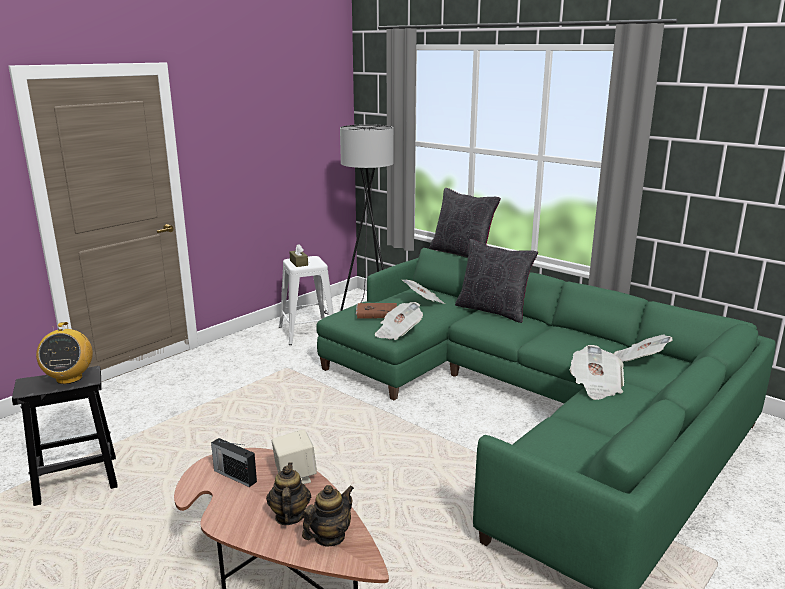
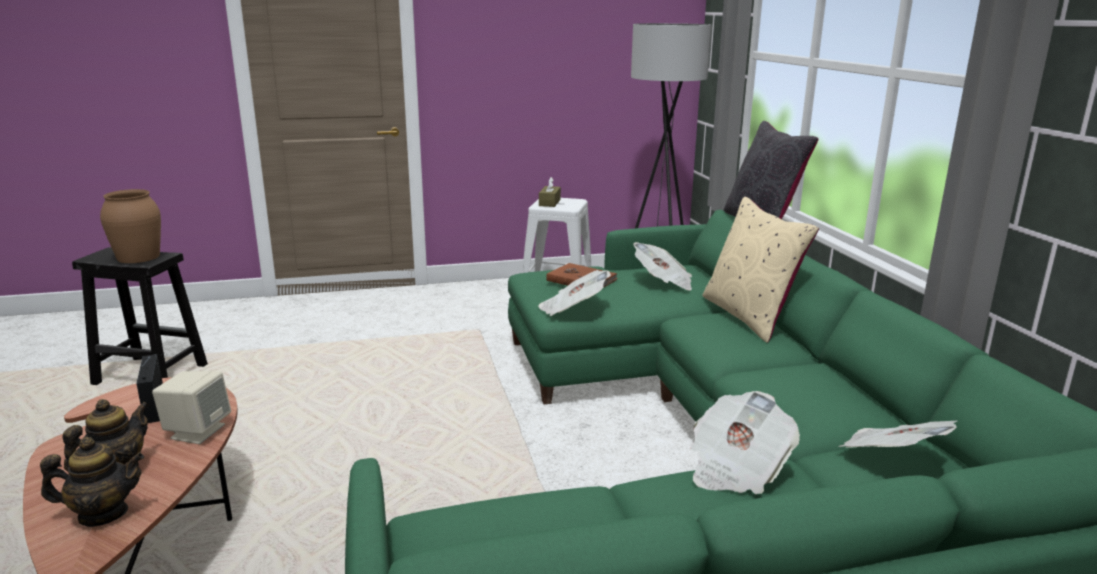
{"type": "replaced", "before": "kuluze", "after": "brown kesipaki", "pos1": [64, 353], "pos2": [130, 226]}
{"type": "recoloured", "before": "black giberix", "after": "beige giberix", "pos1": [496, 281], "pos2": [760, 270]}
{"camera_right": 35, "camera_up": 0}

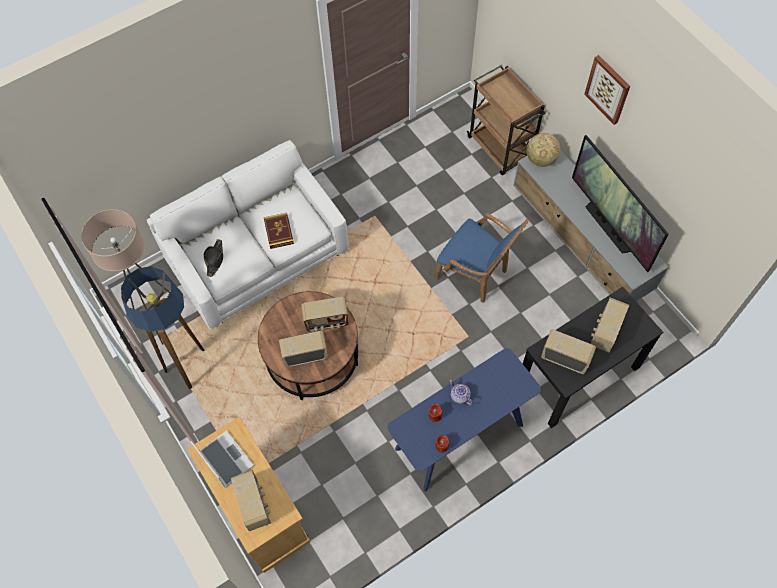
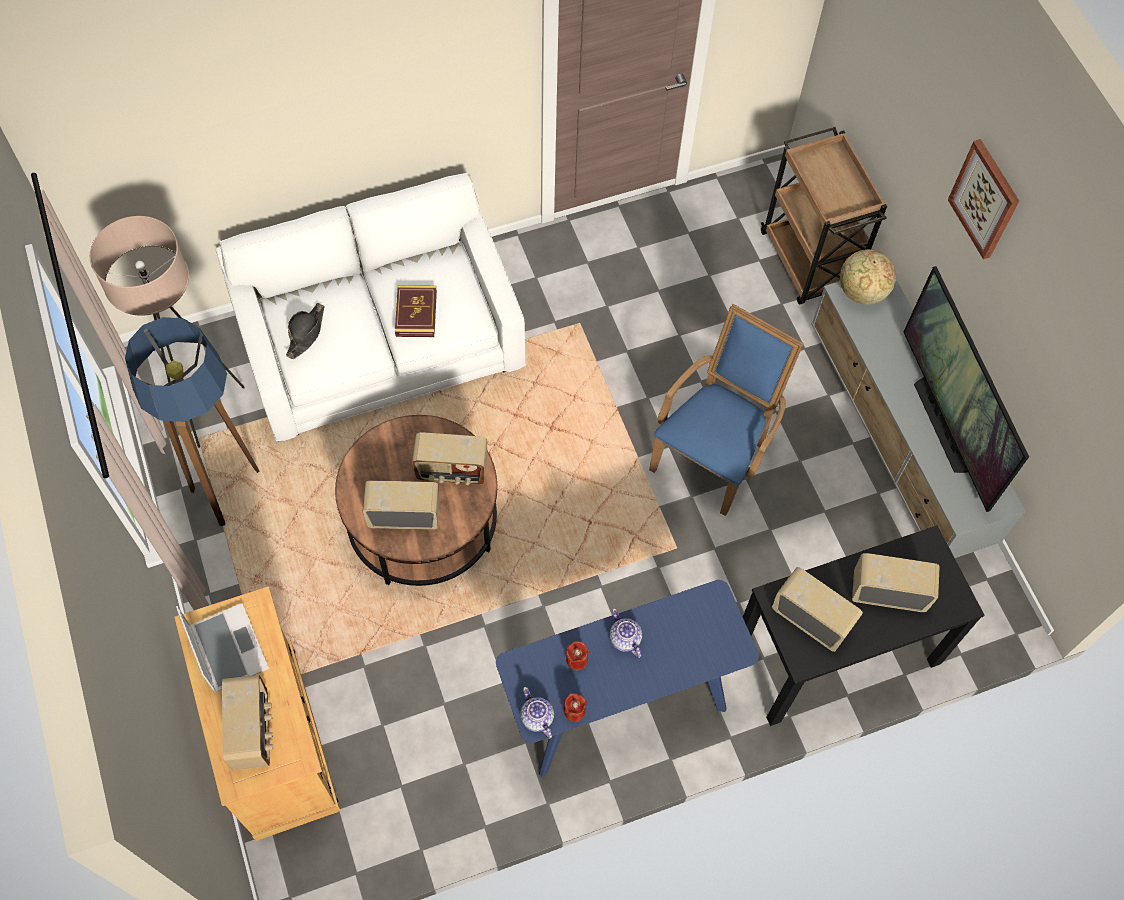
{"type": "added", "after": "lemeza", "pos2": [537, 713]}
{"type": "turned", "before": "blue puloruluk", "pos1": [482, 258], "pos2": [726, 410], "turn": -105}
{"type": "turned", "before": "kuluze", "pos1": [609, 325], "pos2": [896, 582], "turn": 60}
{"camera_right": 10, "camera_up": 0}

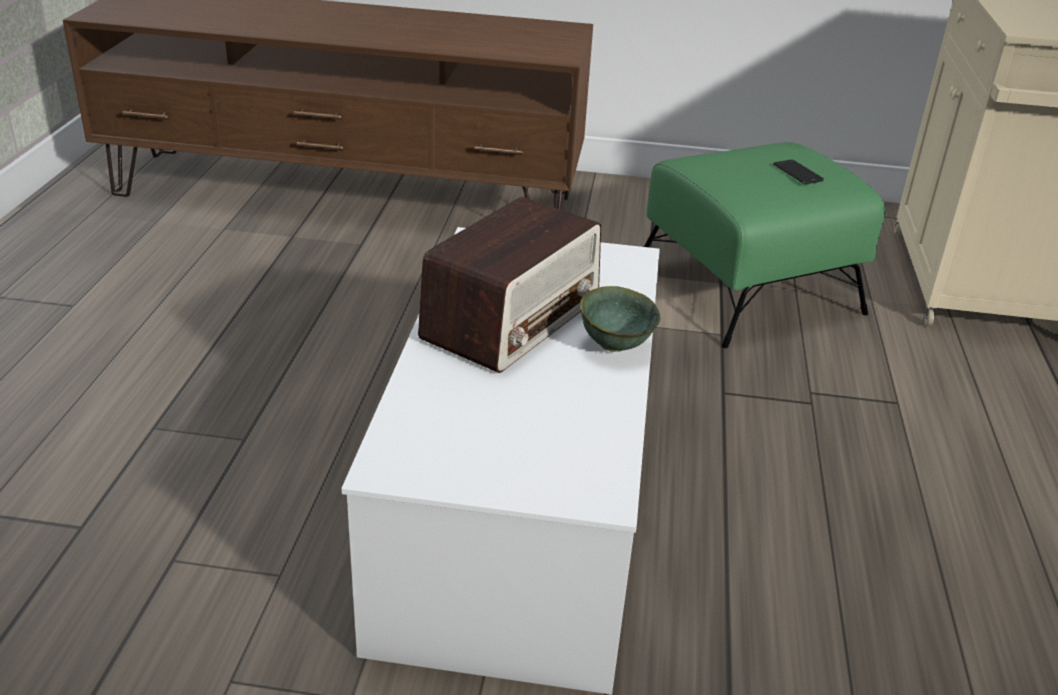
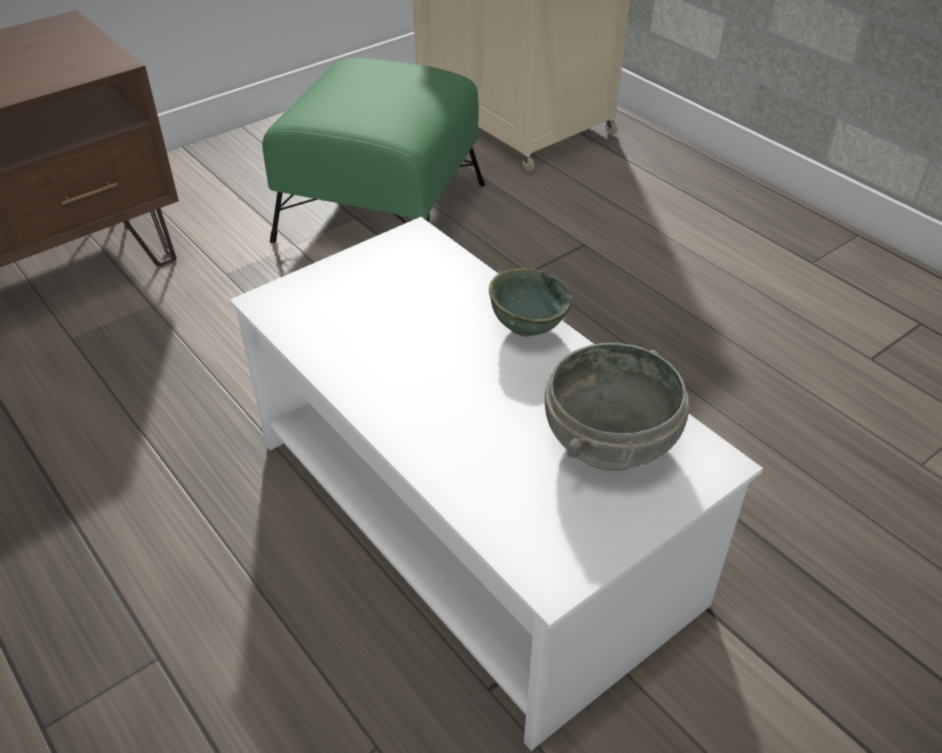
{"type": "added", "after": "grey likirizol", "pos2": [617, 407]}
{"type": "removed", "before": "kuluze", "pos1": [509, 285]}
{"type": "removed", "before": "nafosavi", "pos1": [798, 172]}
{"camera_right": -45, "camera_up": 10}

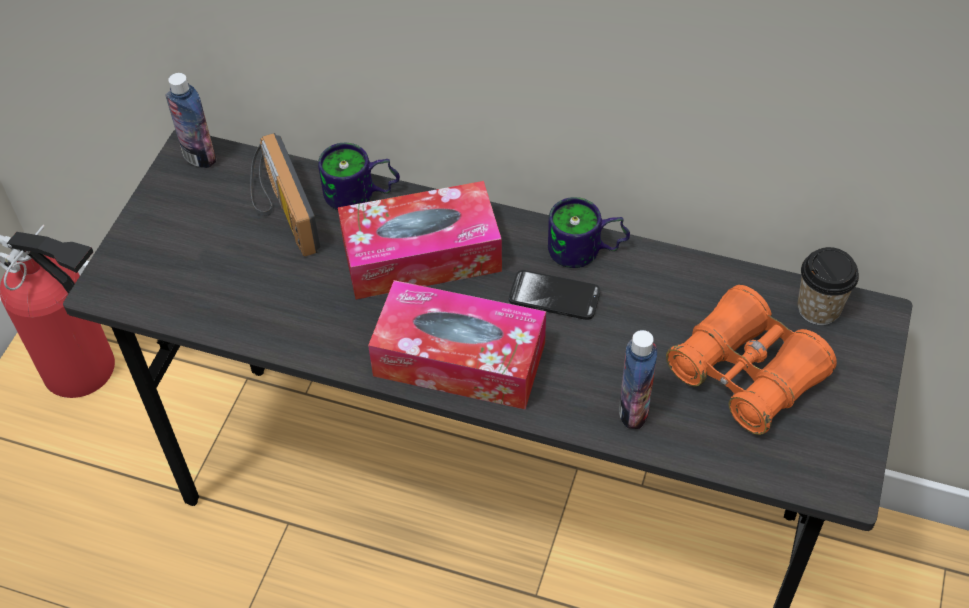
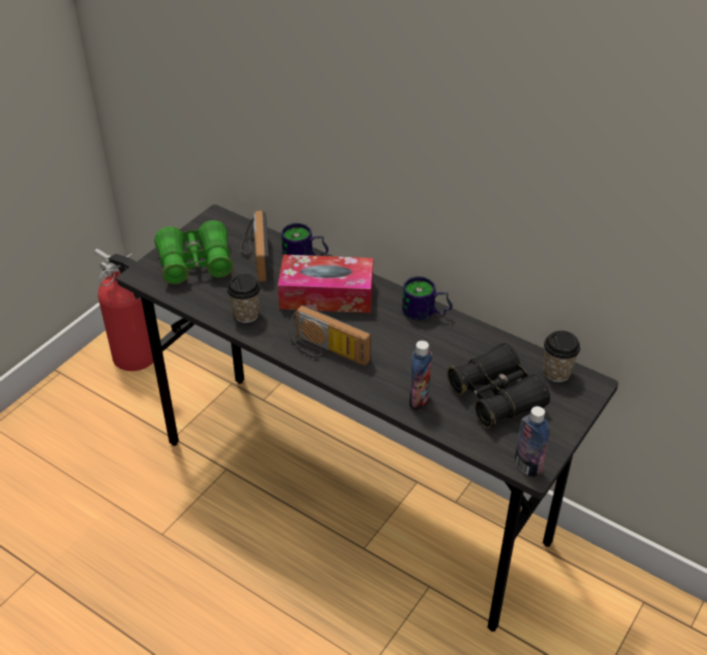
{"type": "added", "after": "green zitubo", "pos2": [194, 252]}
{"type": "added", "after": "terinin", "pos2": [244, 298]}
{"type": "replaced", "before": "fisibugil", "after": "kuluze", "pos1": [457, 345], "pos2": [330, 335]}
{"type": "recoloured", "before": "orange zitubo", "after": "black zitubo", "pos1": [751, 360], "pos2": [498, 385]}
{"type": "moved", "before": "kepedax", "pos1": [190, 120], "pos2": [532, 441]}
{"type": "removed", "before": "nafosavi", "pos1": [554, 295]}
{"camera_right": 15, "camera_up": -10}

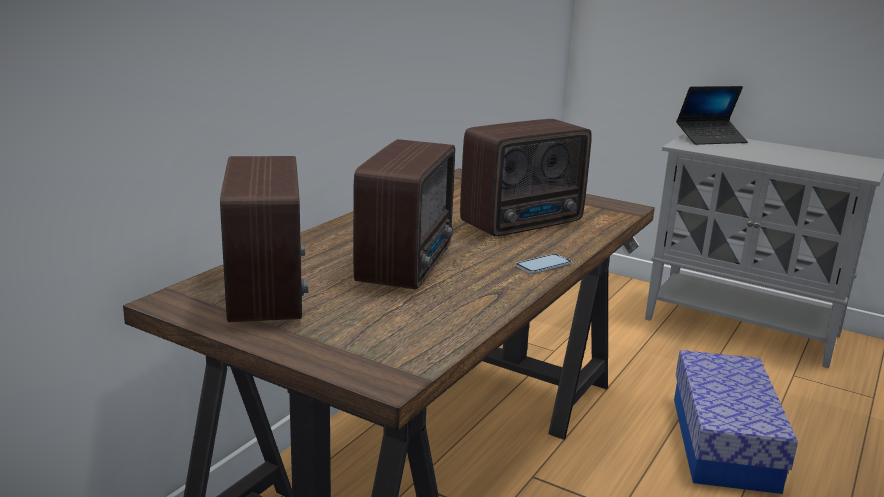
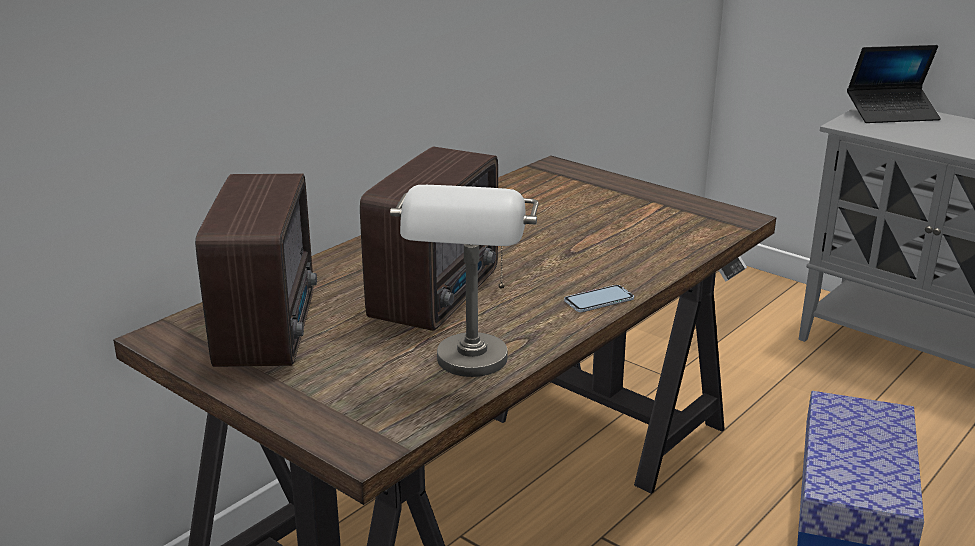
{"type": "added", "after": "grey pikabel", "pos2": [464, 281]}
{"type": "removed", "before": "kuluze", "pos1": [526, 177]}
{"camera_right": 10, "camera_up": 5}

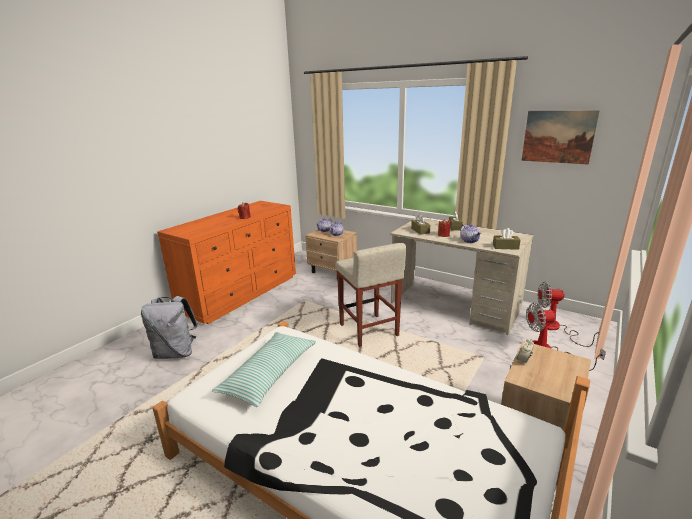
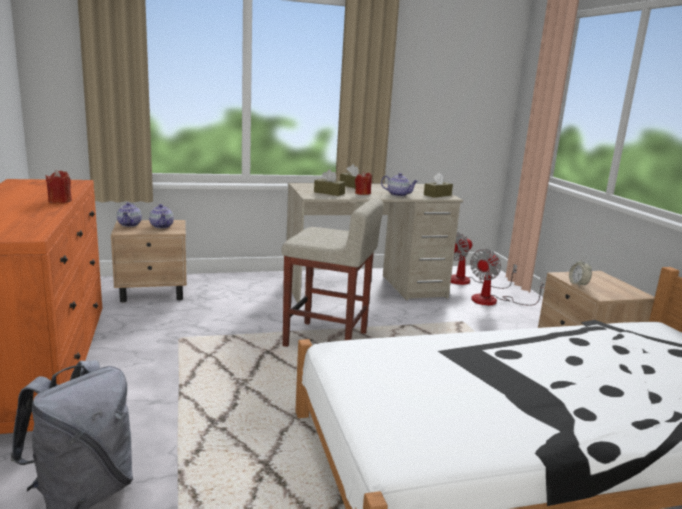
{"type": "removed", "before": "giberix", "pos1": [264, 369]}
{"type": "removed", "before": "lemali", "pos1": [560, 137]}
{"camera_right": -50, "camera_up": -5}

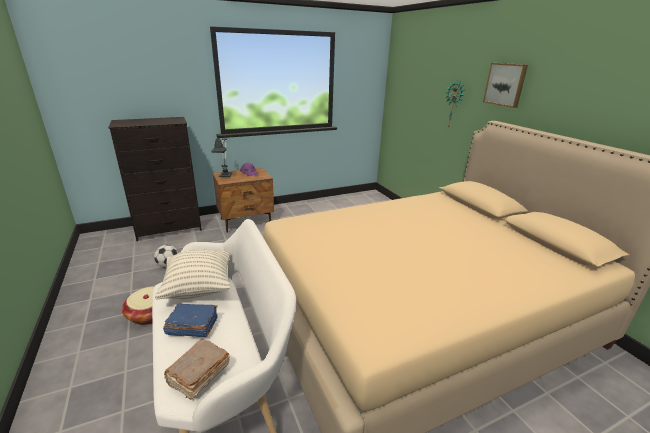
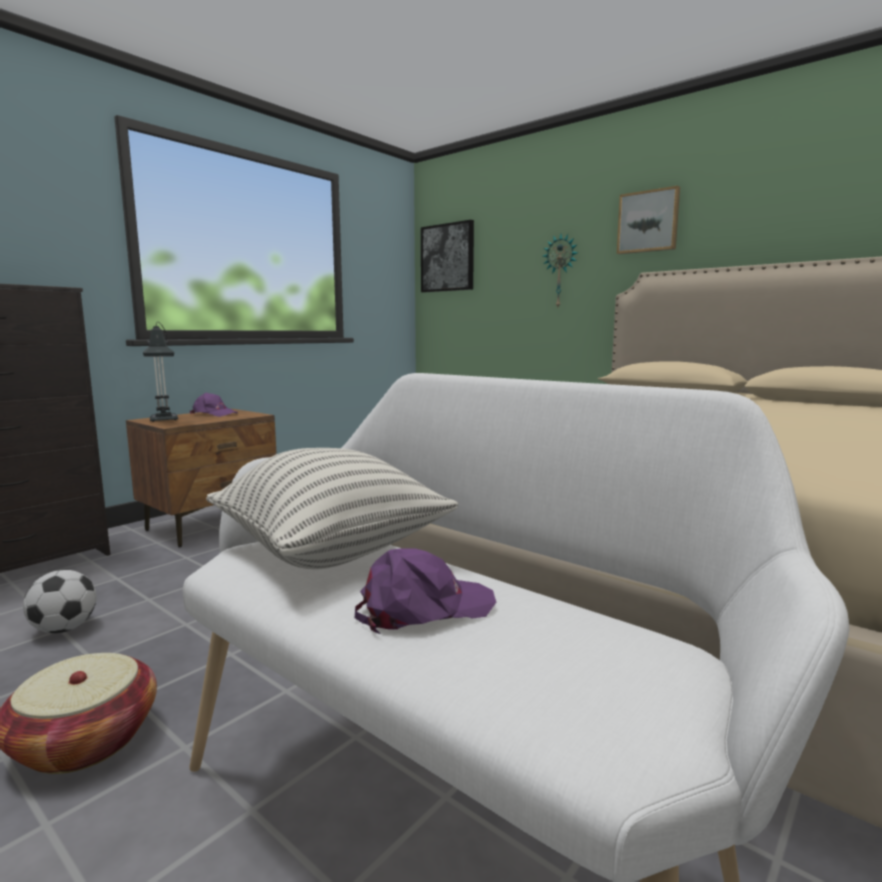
{"type": "replaced", "before": "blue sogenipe", "after": "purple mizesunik", "pos1": [190, 320], "pos2": [425, 591]}
{"type": "added", "after": "lemali", "pos2": [447, 256]}
{"type": "removed", "before": "brown sogenipe", "pos1": [197, 369]}
{"camera_right": -25, "camera_up": -15}

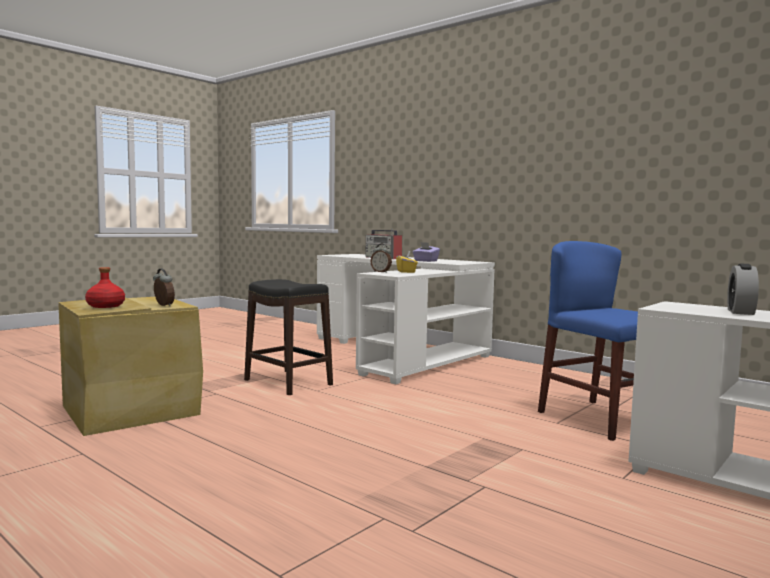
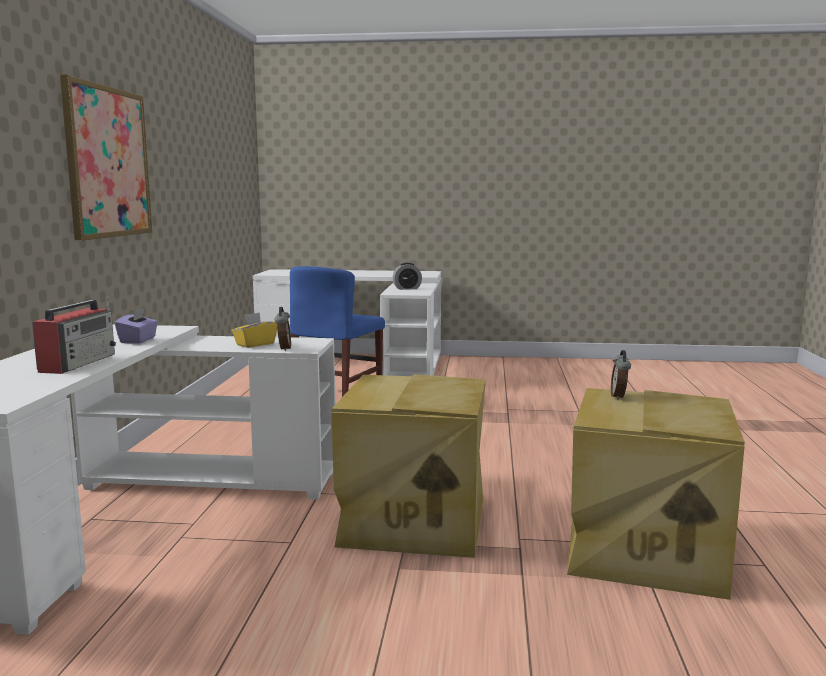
{"type": "added", "after": "lemali", "pos2": [106, 158]}
{"type": "replaced", "before": "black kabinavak", "after": "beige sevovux", "pos1": [288, 337], "pos2": [408, 466]}
{"type": "removed", "before": "red kepedax", "pos1": [105, 287]}
{"camera_right": -125, "camera_up": 5}

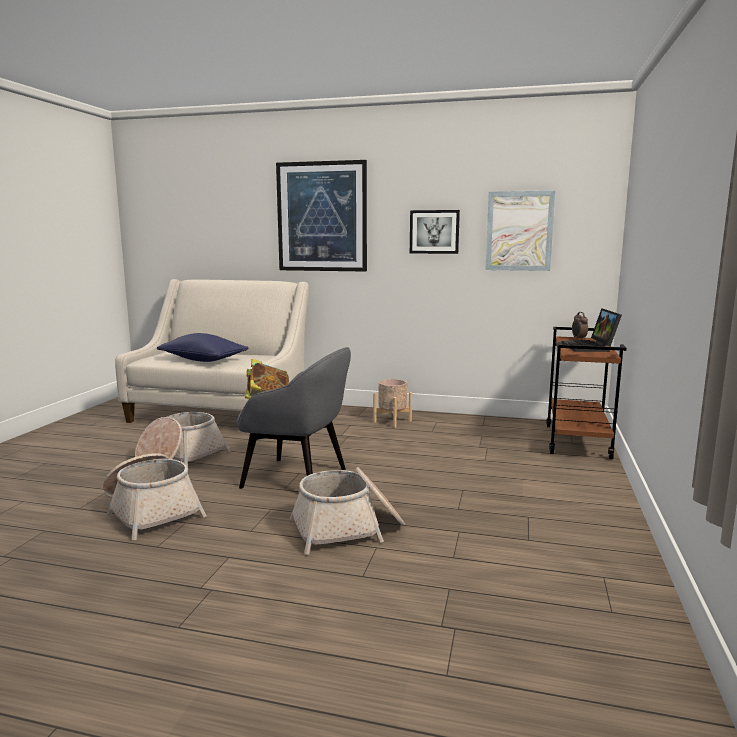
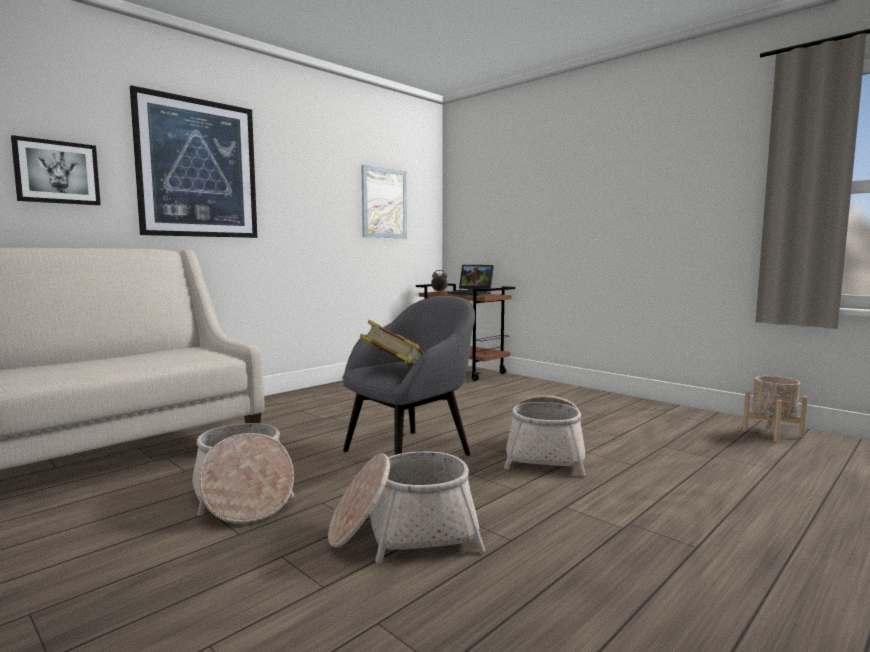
{"type": "moved", "before": "lemali", "pos1": [435, 232], "pos2": [56, 170]}
{"type": "moved", "before": "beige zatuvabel", "pos1": [392, 403], "pos2": [775, 409]}
{"type": "removed", "before": "blue giberix", "pos1": [202, 347]}
{"camera_right": -60, "camera_up": -5}

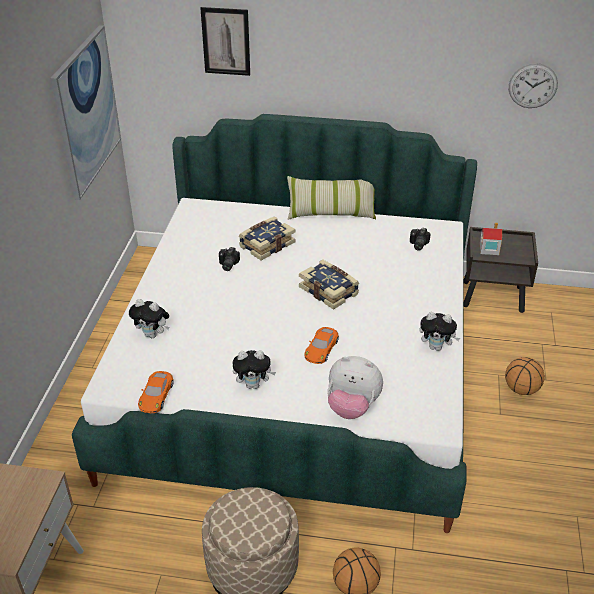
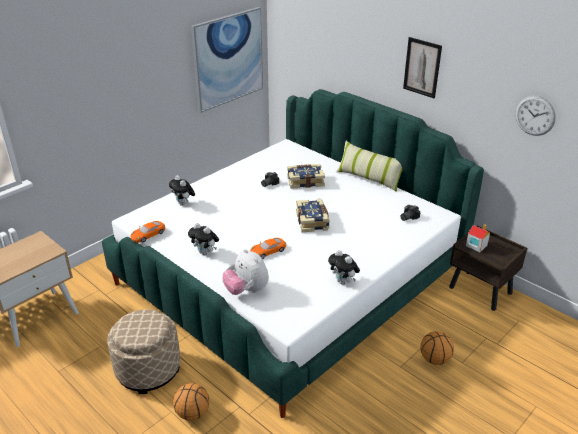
{"type": "moved", "before": "lemali", "pos1": [225, 41], "pos2": [422, 67]}
{"camera_right": 35, "camera_up": -5}

